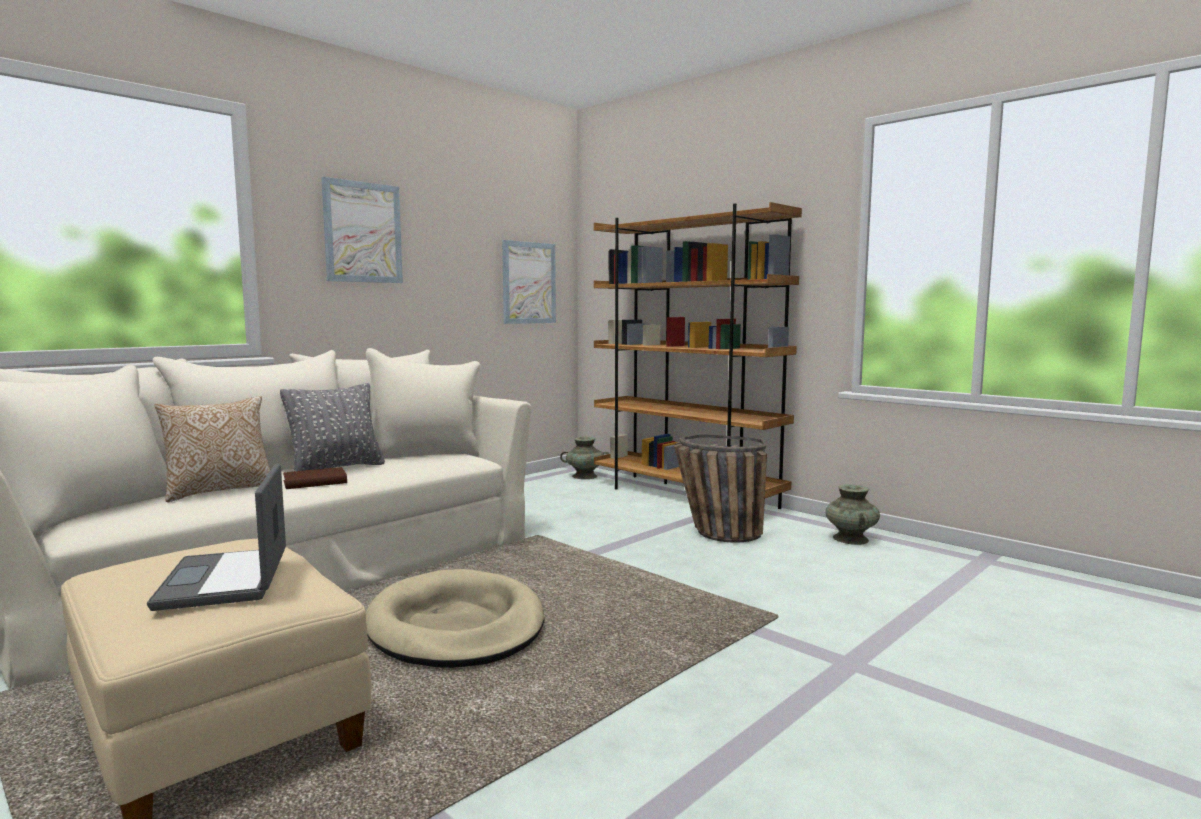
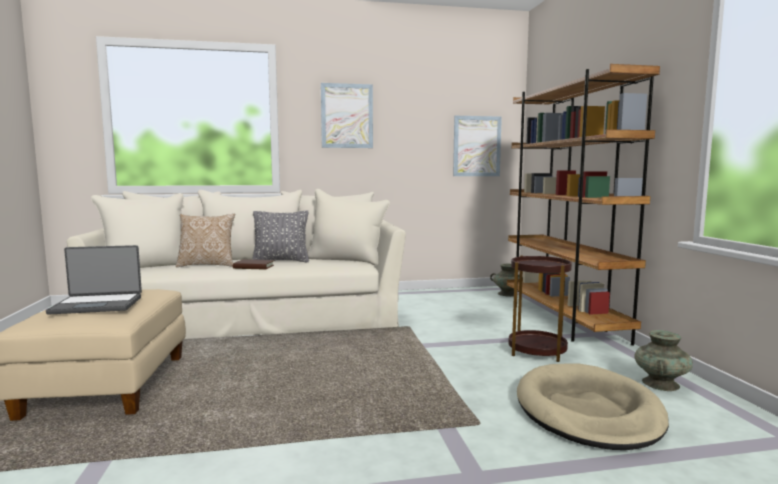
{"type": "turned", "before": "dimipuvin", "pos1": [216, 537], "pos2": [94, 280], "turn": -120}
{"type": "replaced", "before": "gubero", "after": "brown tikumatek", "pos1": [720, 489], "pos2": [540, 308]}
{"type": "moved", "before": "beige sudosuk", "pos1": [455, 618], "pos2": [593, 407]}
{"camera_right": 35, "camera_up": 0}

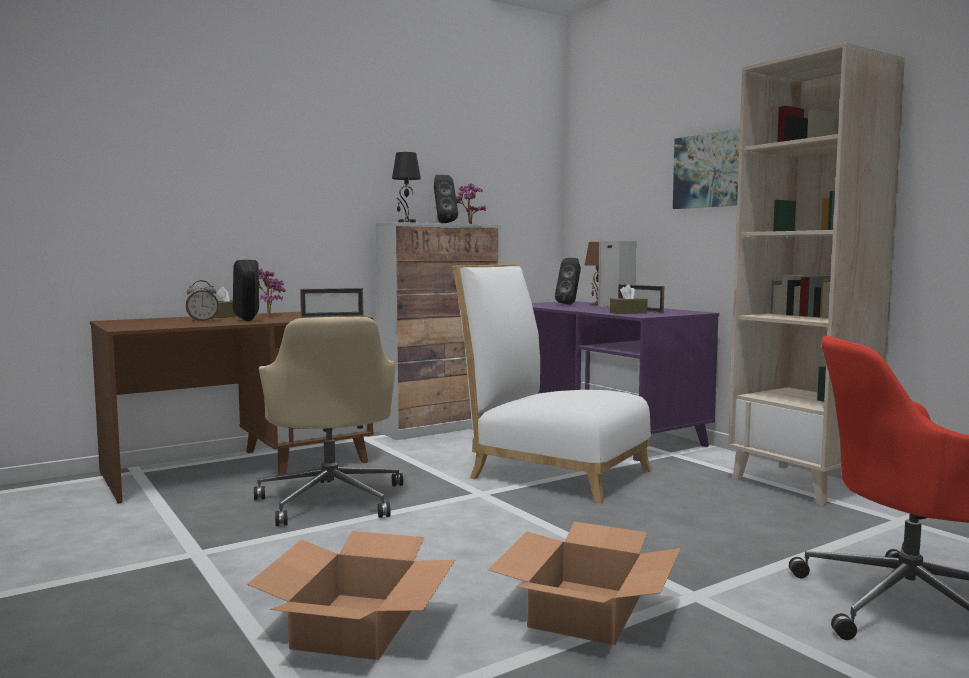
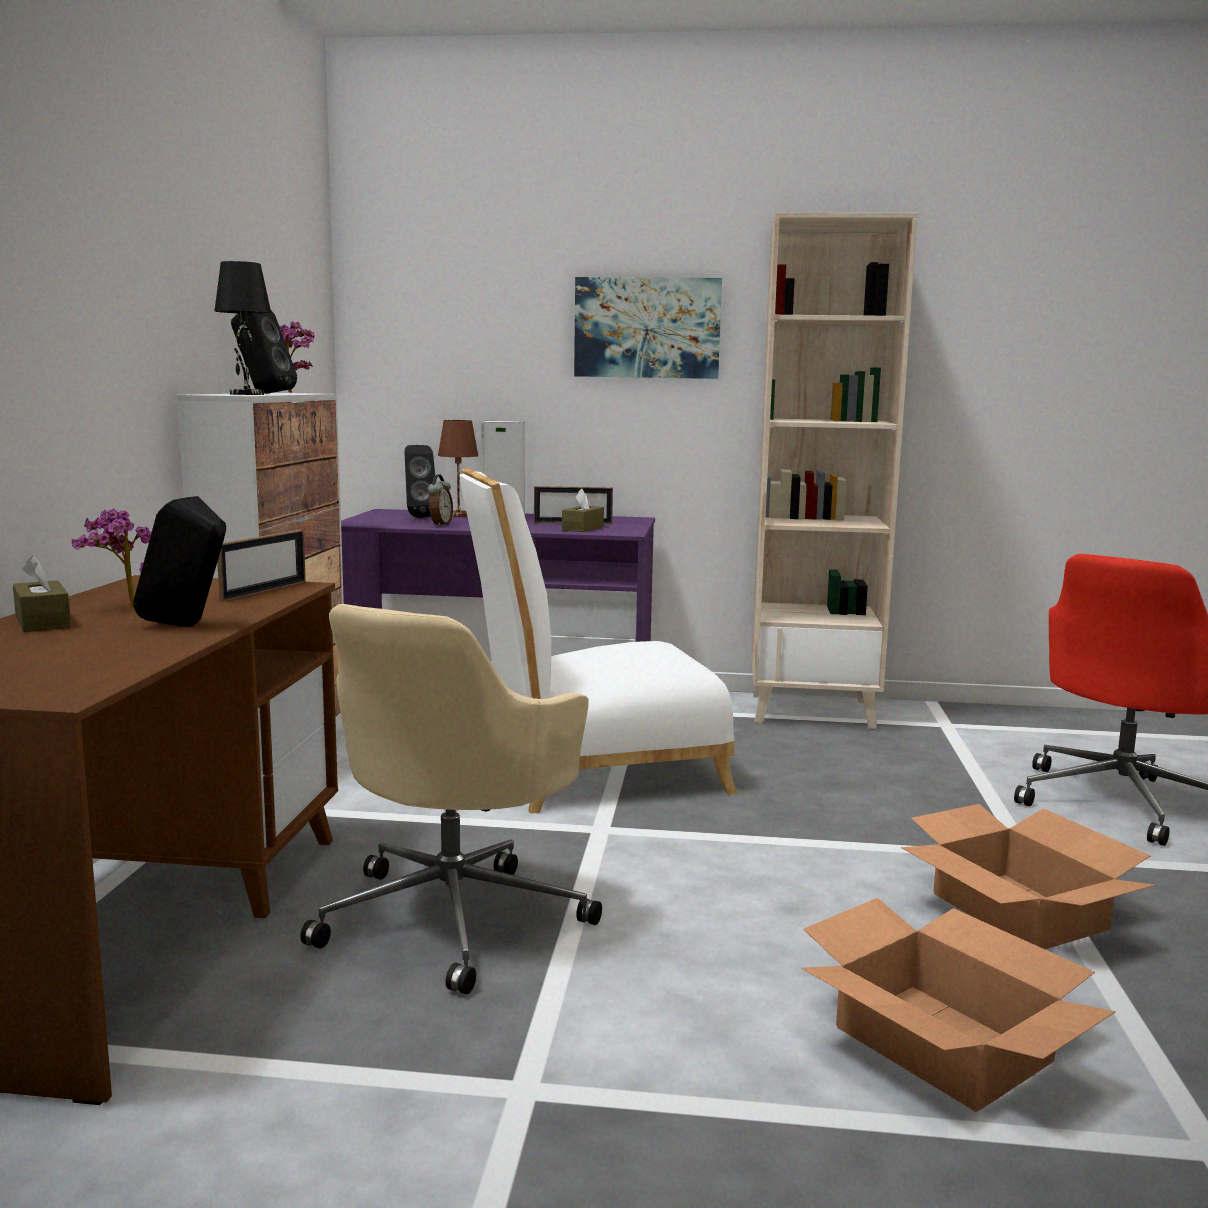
{"type": "turned", "before": "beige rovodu", "pos1": [328, 421], "pos2": [451, 799], "turn": 90}
{"type": "moved", "before": "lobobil", "pos1": [202, 300], "pos2": [440, 501]}
{"camera_right": -50, "camera_up": 5}

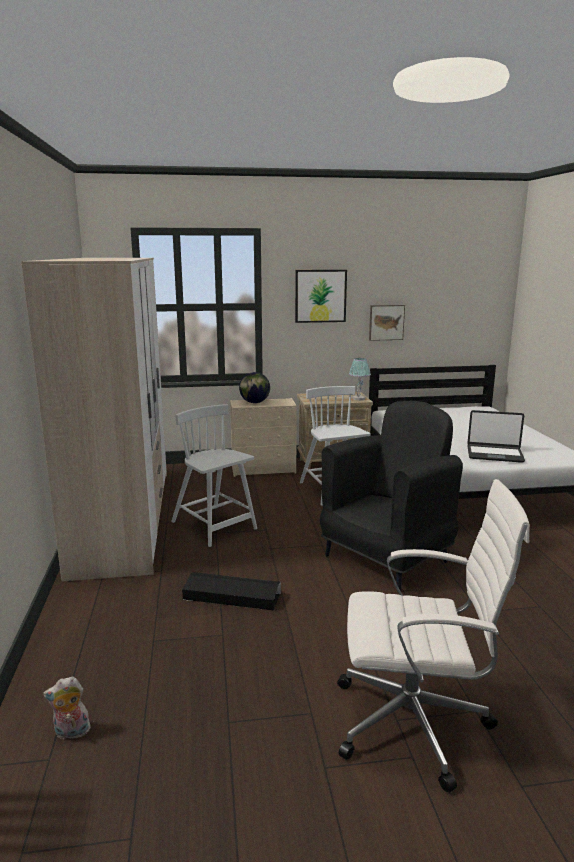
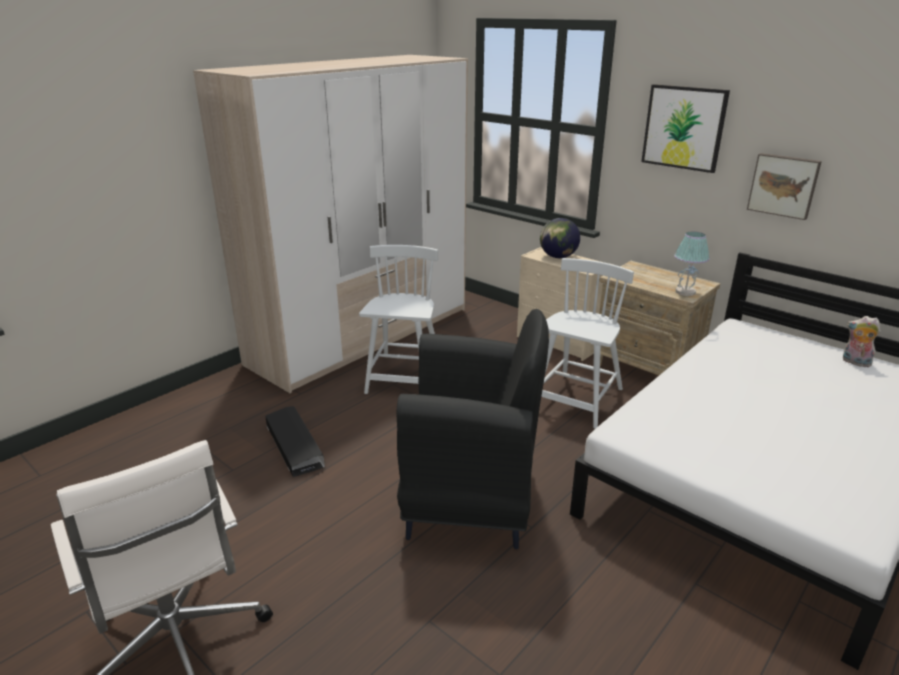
{"type": "moved", "before": "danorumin", "pos1": [67, 708], "pos2": [862, 341]}
{"type": "removed", "before": "dimipuvin", "pos1": [496, 436]}
{"camera_right": 50, "camera_up": 10}

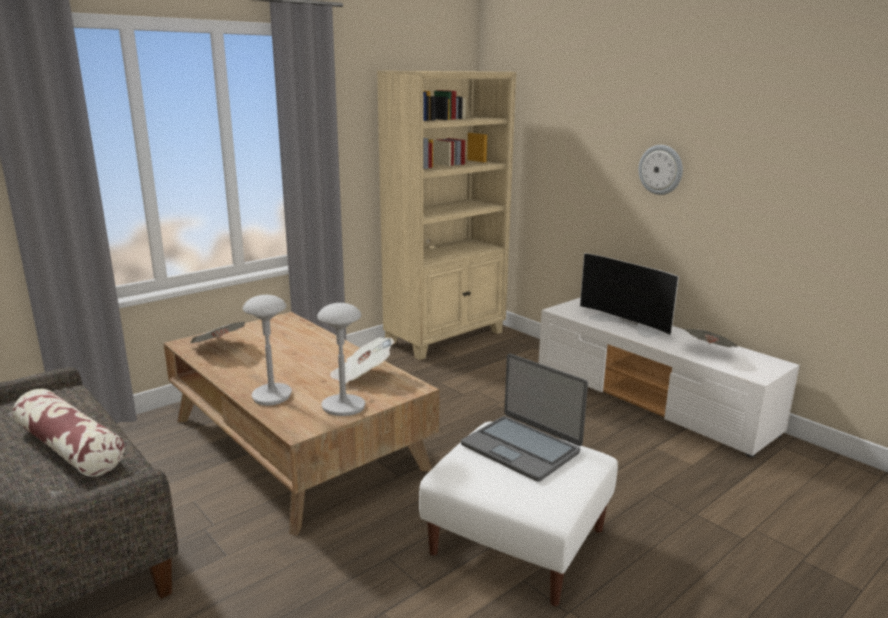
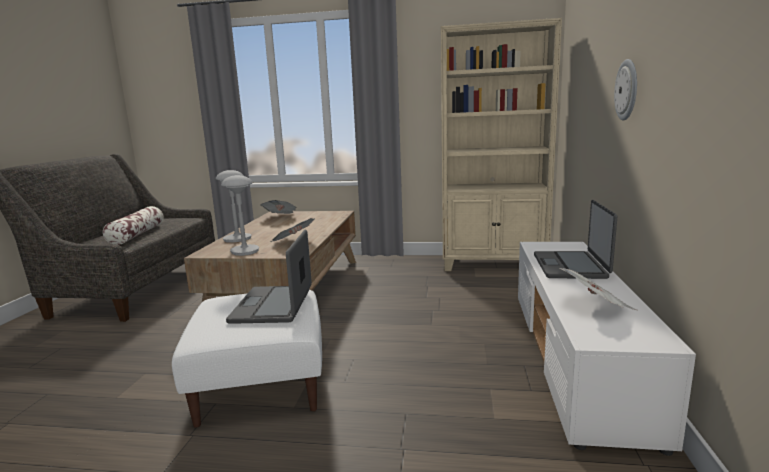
{"type": "replaced", "before": "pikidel", "after": "dimipuvin", "pos1": [629, 295], "pos2": [575, 239]}
{"camera_right": 50, "camera_up": -5}

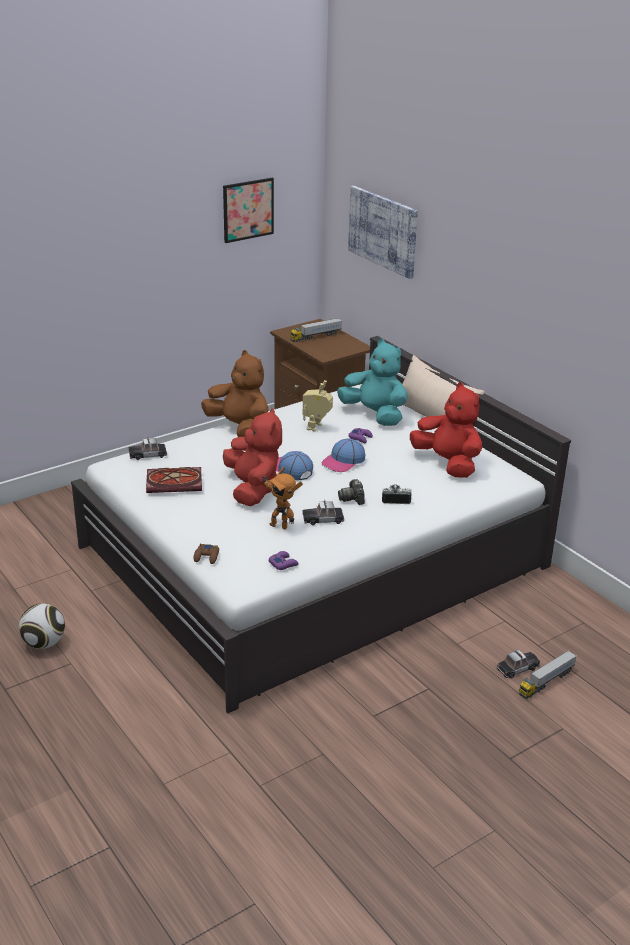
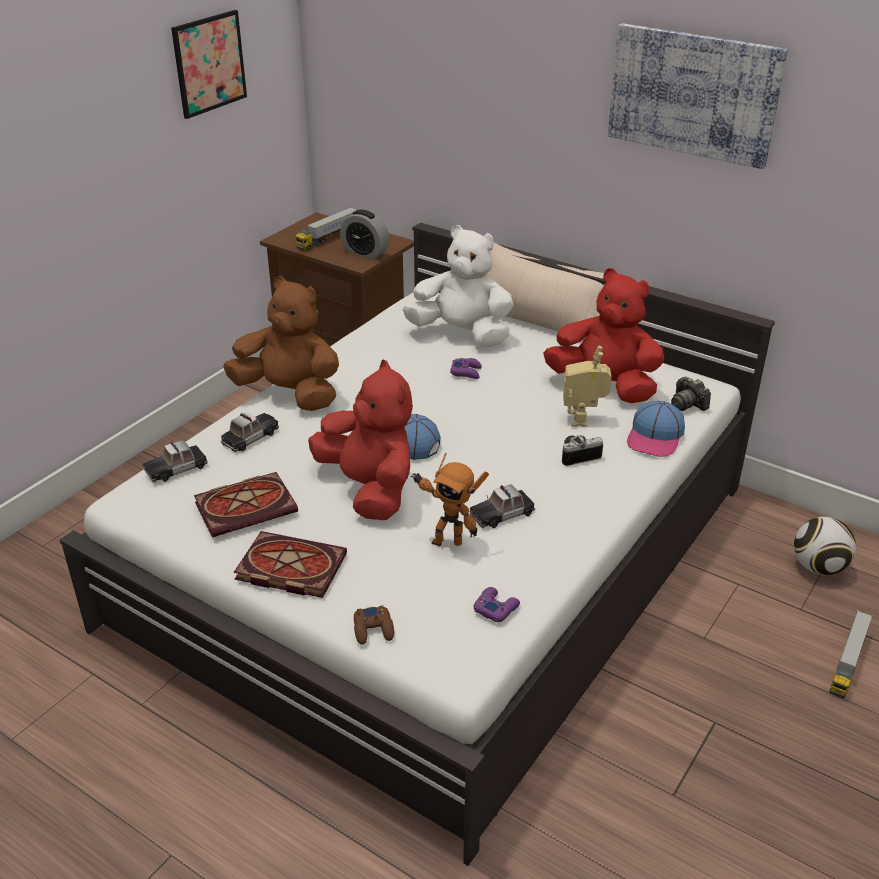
{"type": "moved", "before": "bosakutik", "pos1": [518, 664], "pos2": [250, 432]}
{"type": "added", "after": "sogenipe", "pos2": [290, 564]}
{"type": "added", "after": "lobobil", "pos2": [364, 234]}
{"type": "recoloured", "before": "turquoise danorumin", "after": "white danorumin", "pos1": [372, 382], "pos2": [458, 286]}
{"type": "moved", "before": "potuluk", "pos1": [318, 406], "pos2": [587, 386]}
{"type": "moved", "before": "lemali", "pos1": [383, 232], "pos2": [698, 96]}
{"type": "moved", "before": "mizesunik", "pos1": [343, 455], "pos2": [656, 429]}
{"type": "moved", "before": "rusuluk", "pos1": [351, 492], "pos2": [691, 394]}
{"type": "moved", "before": "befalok", "pos1": [42, 626], "pos2": [825, 546]}
{"camera_right": -20, "camera_up": 5}

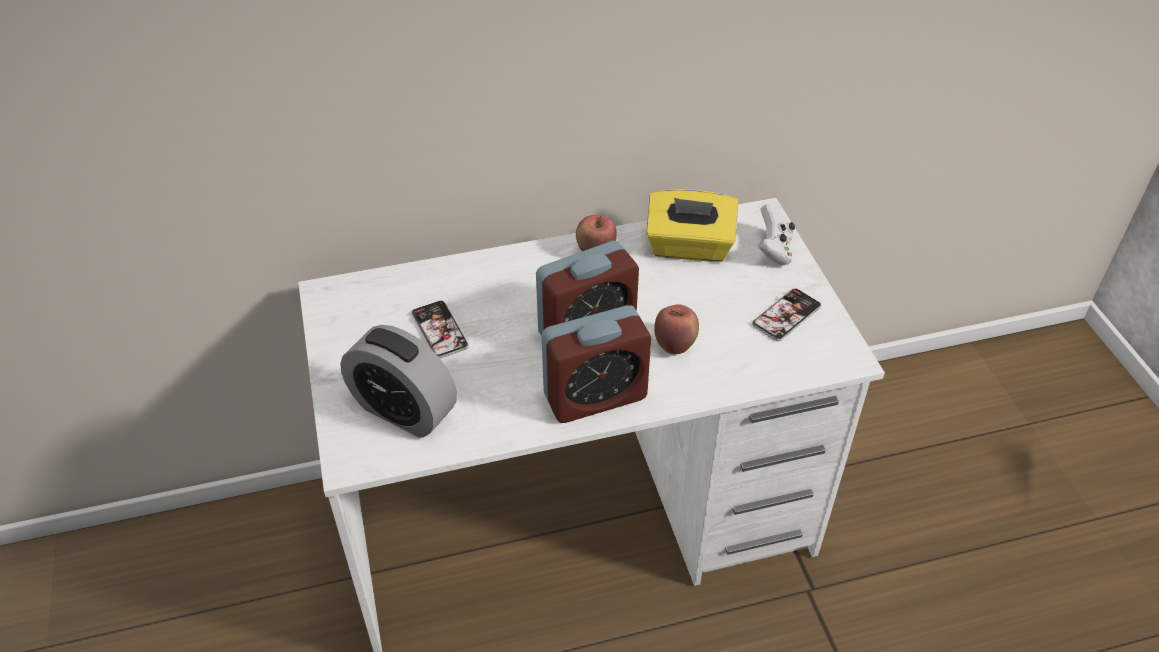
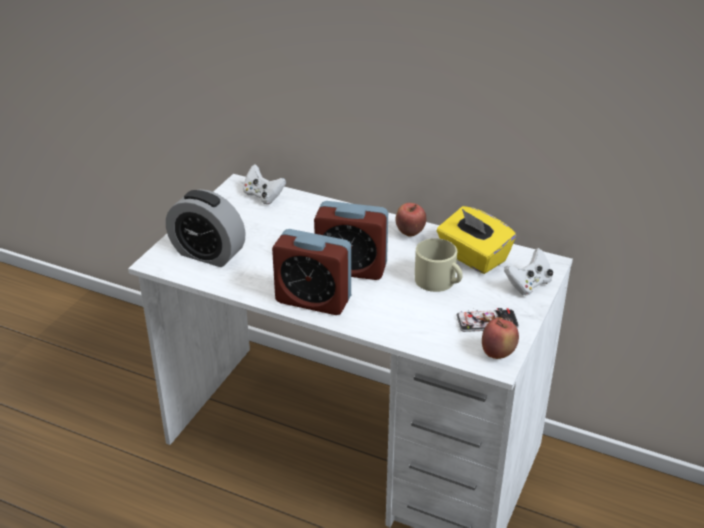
{"type": "turned", "before": "lobobil", "pos1": [398, 381], "pos2": [206, 228], "turn": -45}
{"type": "added", "after": "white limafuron", "pos2": [264, 184]}
{"type": "added", "after": "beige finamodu", "pos2": [439, 265]}
{"type": "moved", "before": "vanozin", "pos1": [676, 329], "pos2": [500, 339]}
{"type": "removed", "before": "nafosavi", "pos1": [440, 329]}
{"camera_right": 40, "camera_up": -10}

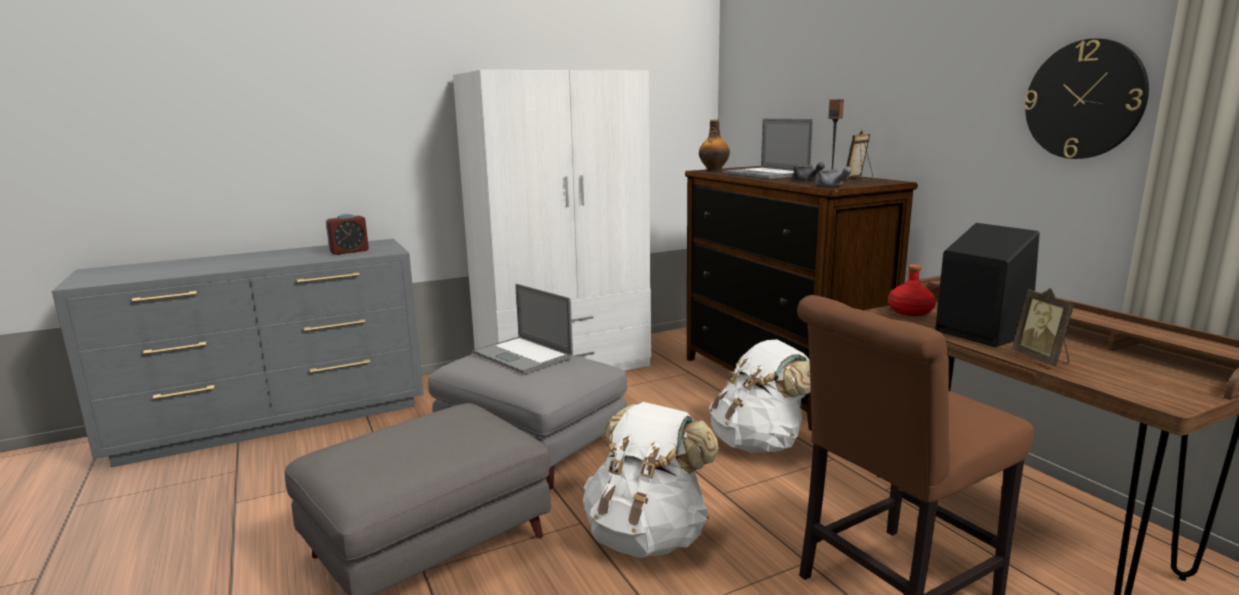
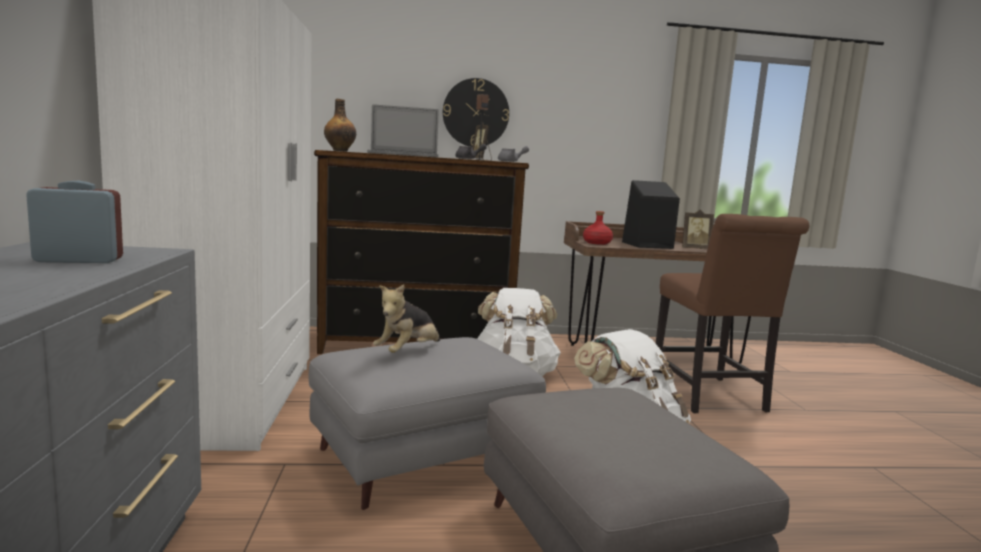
{"type": "turned", "before": "lobobil", "pos1": [347, 234], "pos2": [74, 222], "turn": -90}
{"type": "replaced", "before": "dimipuvin", "after": "danorumin", "pos1": [522, 329], "pos2": [406, 318]}
{"type": "moved", "before": "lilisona", "pos1": [1086, 98], "pos2": [476, 112]}
{"camera_right": -70, "camera_up": -5}

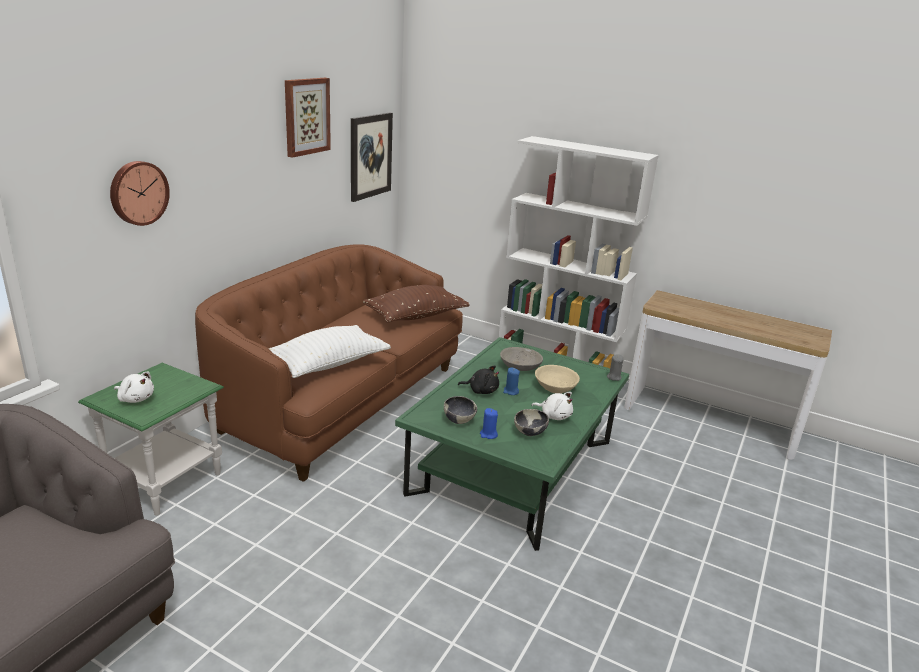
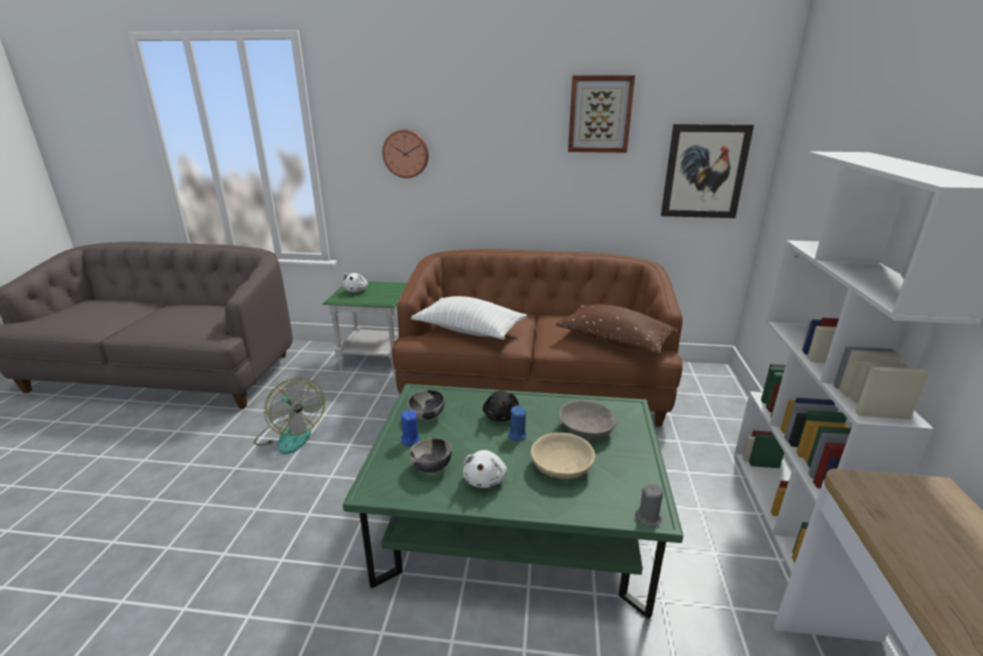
{"type": "added", "after": "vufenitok", "pos2": [289, 416]}
{"camera_right": 70, "camera_up": 0}

